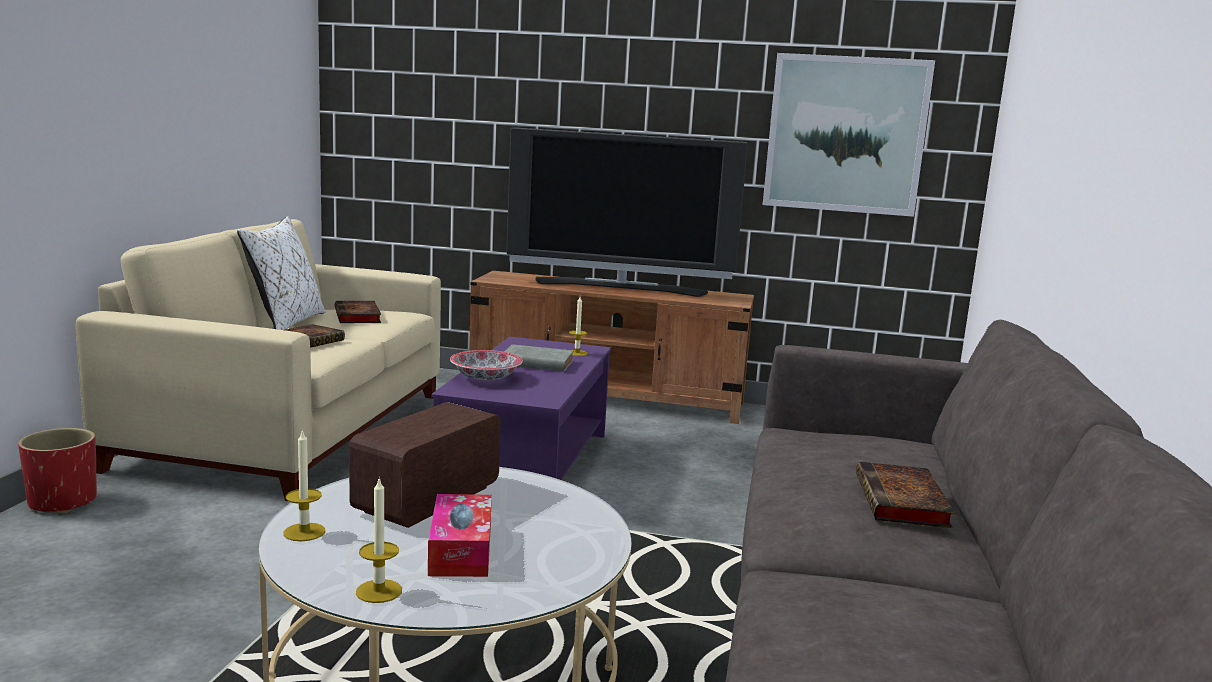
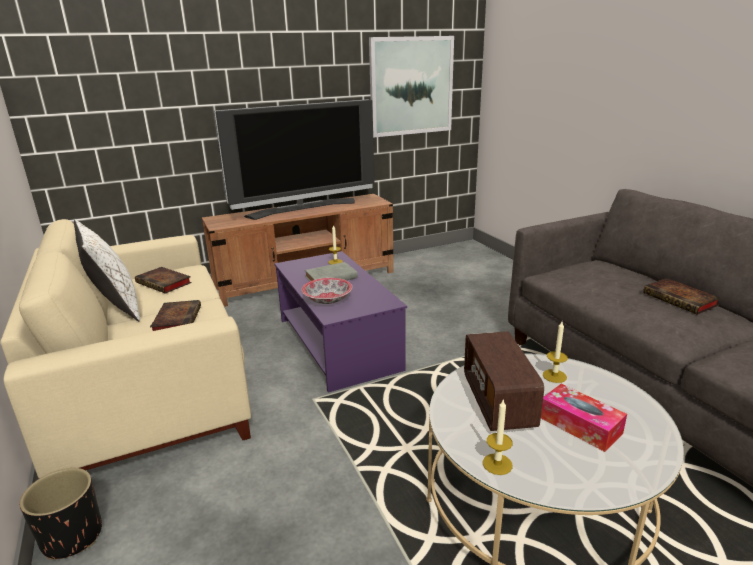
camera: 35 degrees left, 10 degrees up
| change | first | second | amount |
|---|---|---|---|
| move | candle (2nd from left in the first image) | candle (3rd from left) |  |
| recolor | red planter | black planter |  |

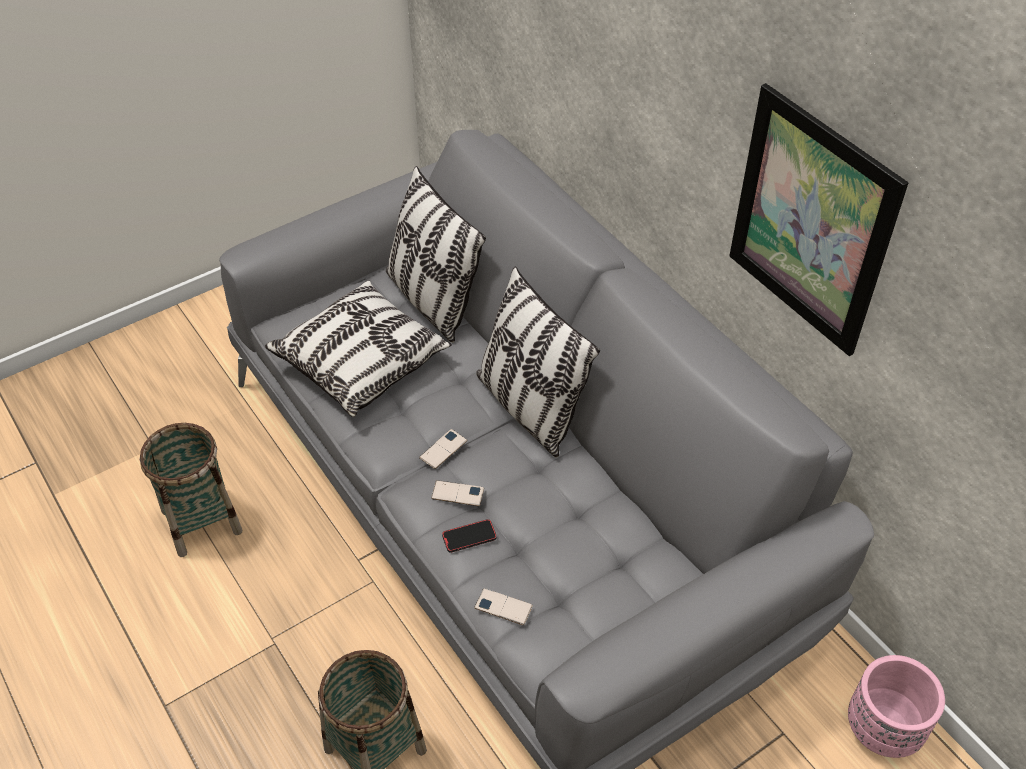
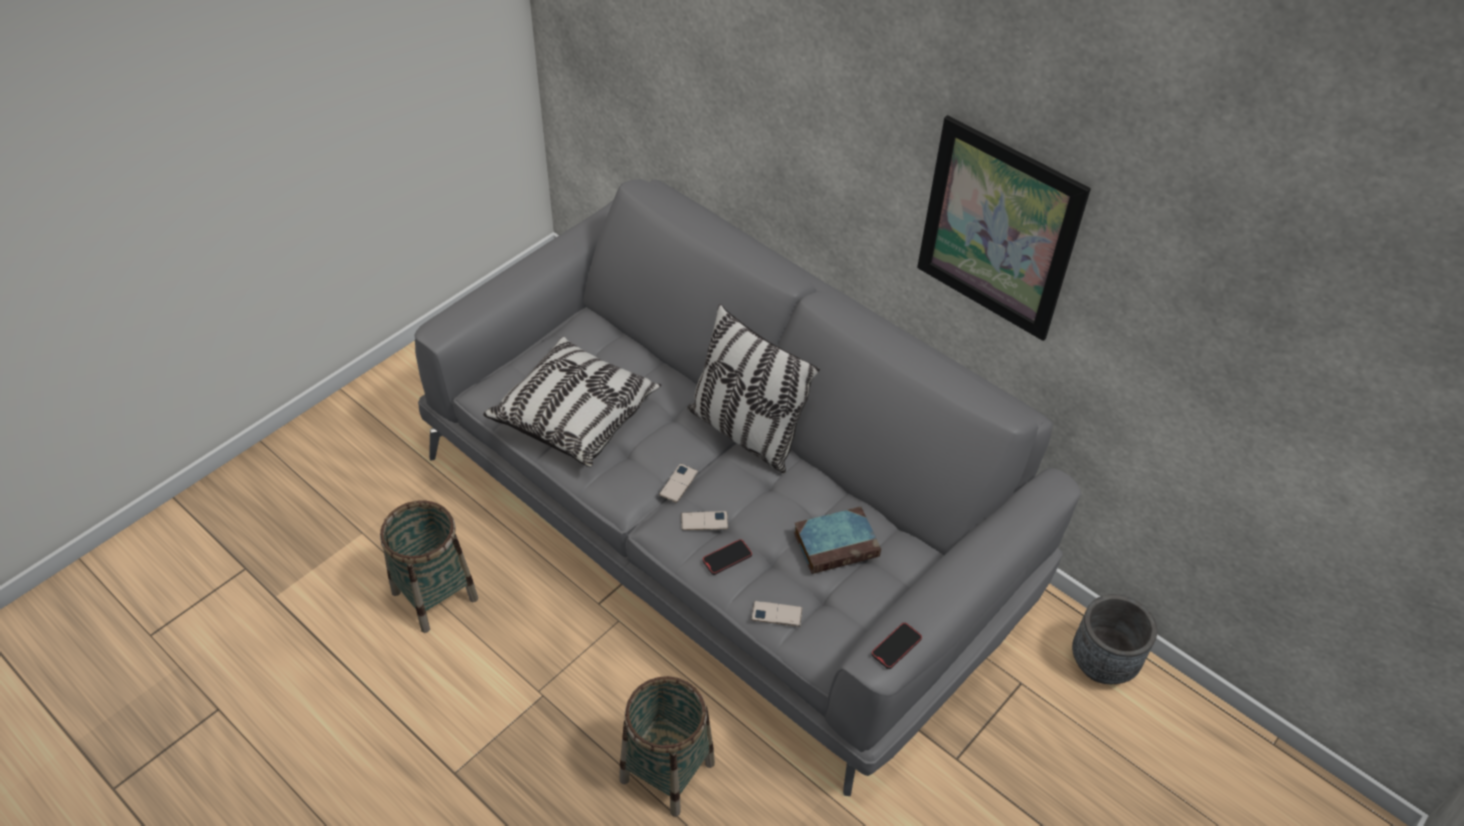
camera: 15 degrees left, 0 degrees up
| change | first | second | amount |
|---|---|---|---|
| delete | pillow (2nd from left) |  |  |
| insert |  | book |  |
| insert |  | phone (5th from left) |  |
| recolor | pink planter | grey planter |  |

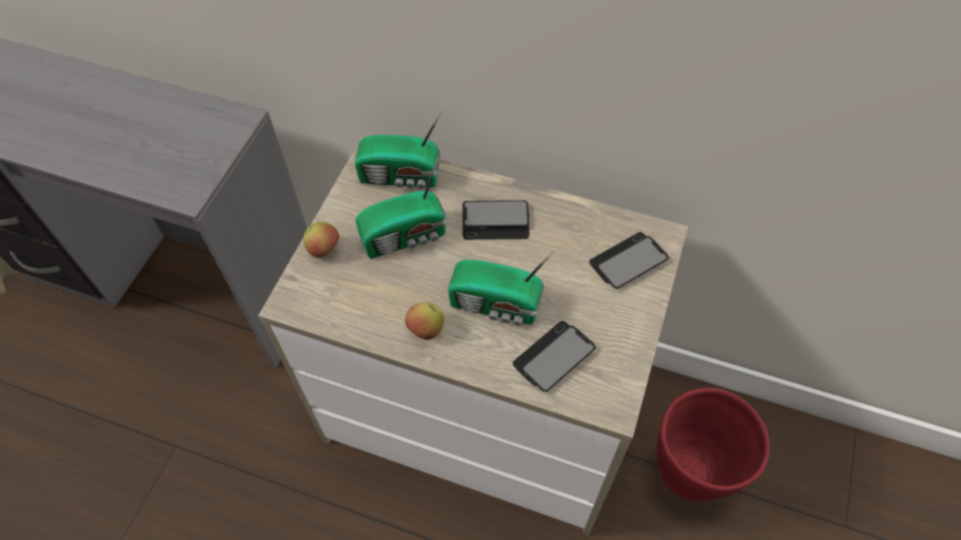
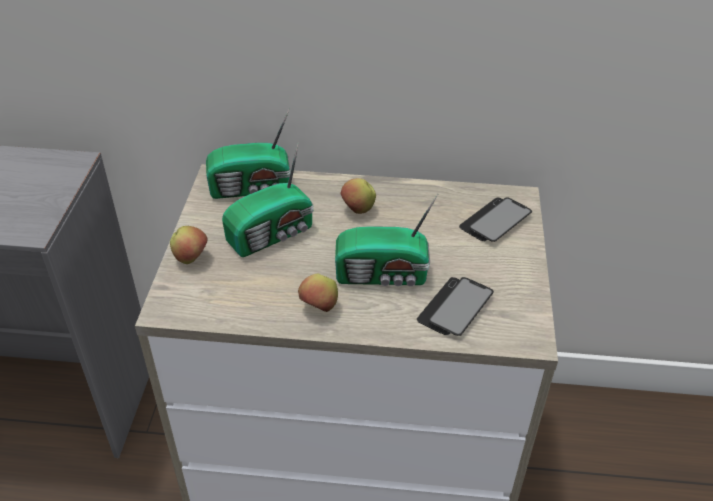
camera: 15 degrees left, 15 degrees down
| change | first | second | amount |
|---|---|---|---|
| delete | red planter |  |  |
| replace | phone (1st from left) | apple (3rd from left) |  |

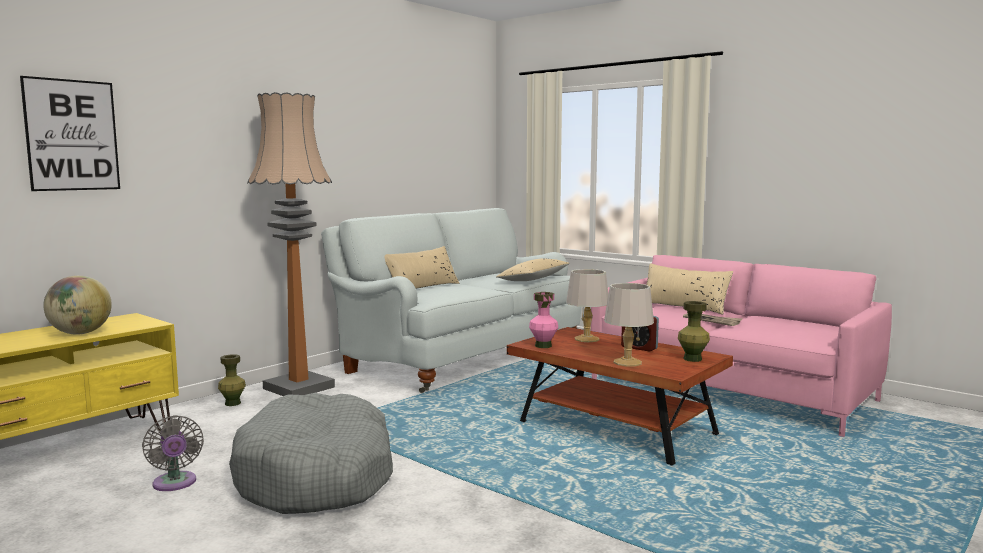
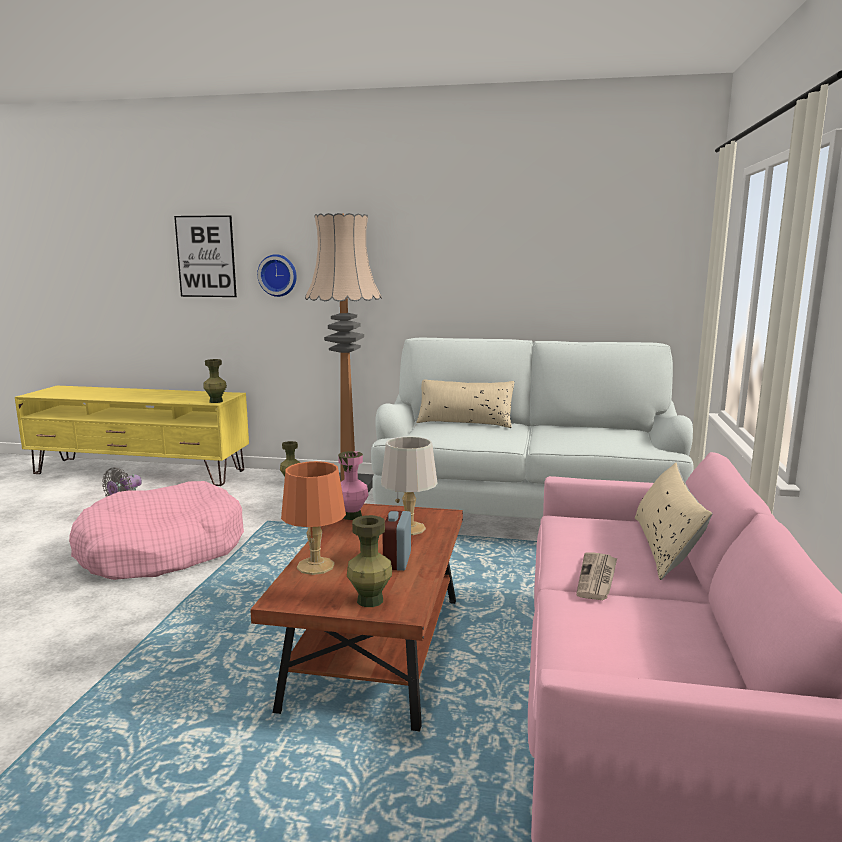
camera: 60 degrees right, 5 degrees up
| change | first | second | amount |
|---|---|---|---|
| delete | globe |  |  |
| delete | beige pillow (2nd from left) |  |  |
| insert |  | green vase (1st from left) |  |
| insert |  | wall clock |  |
| recolor | grey dog bed | pink dog bed |  |
| recolor | grey table lamp (2nd from left) | orange table lamp |  |

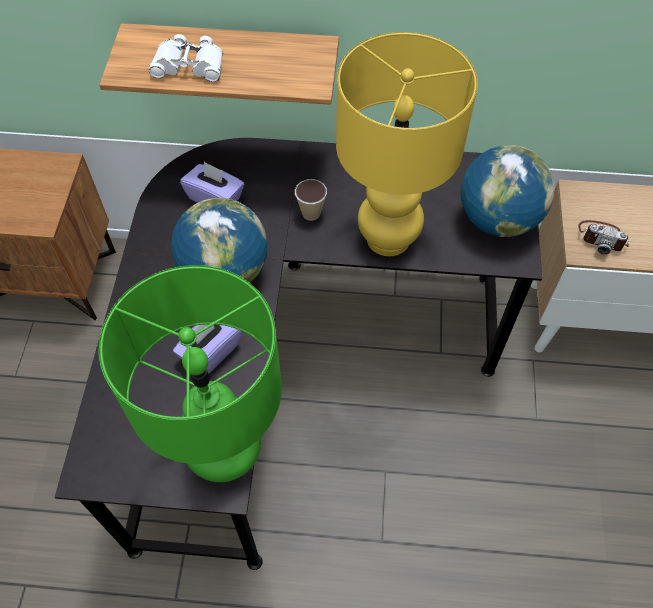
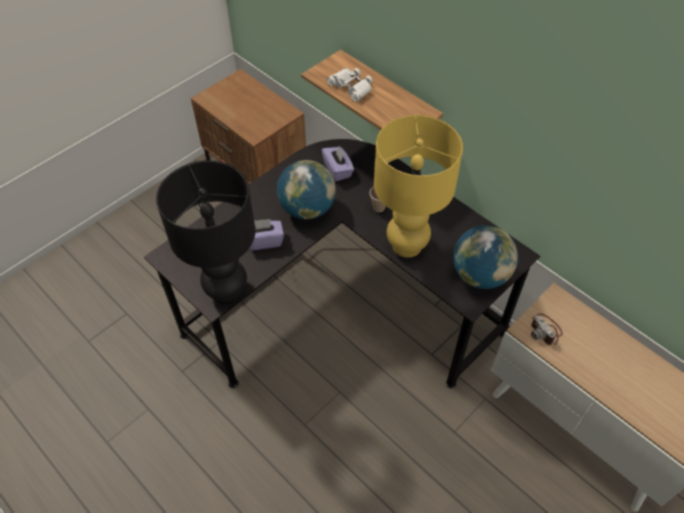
camera: 40 degrees right, 5 degrees down
| change | first | second | amount |
|---|---|---|---|
| recolor | green table lamp | black table lamp |  |

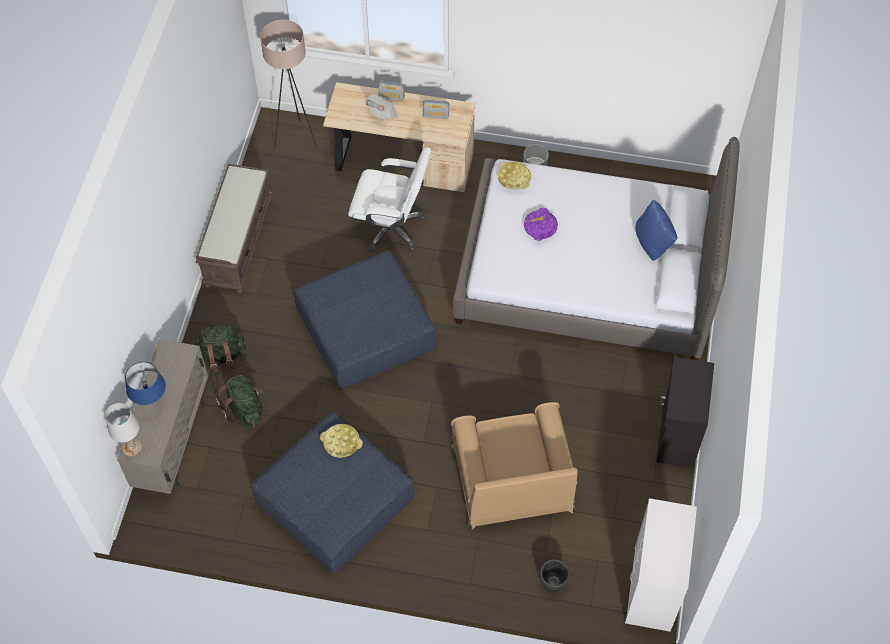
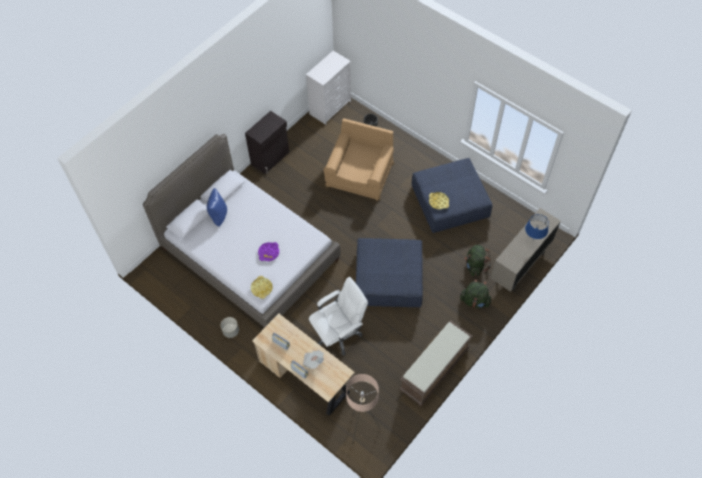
camera: 150 degrees left, 0 degrees up
| change | first | second | amount |
|---|---|---|---|
| delete | white table lamp |  |  |
| rotate | white office chair |  | 105 degrees clockwise |

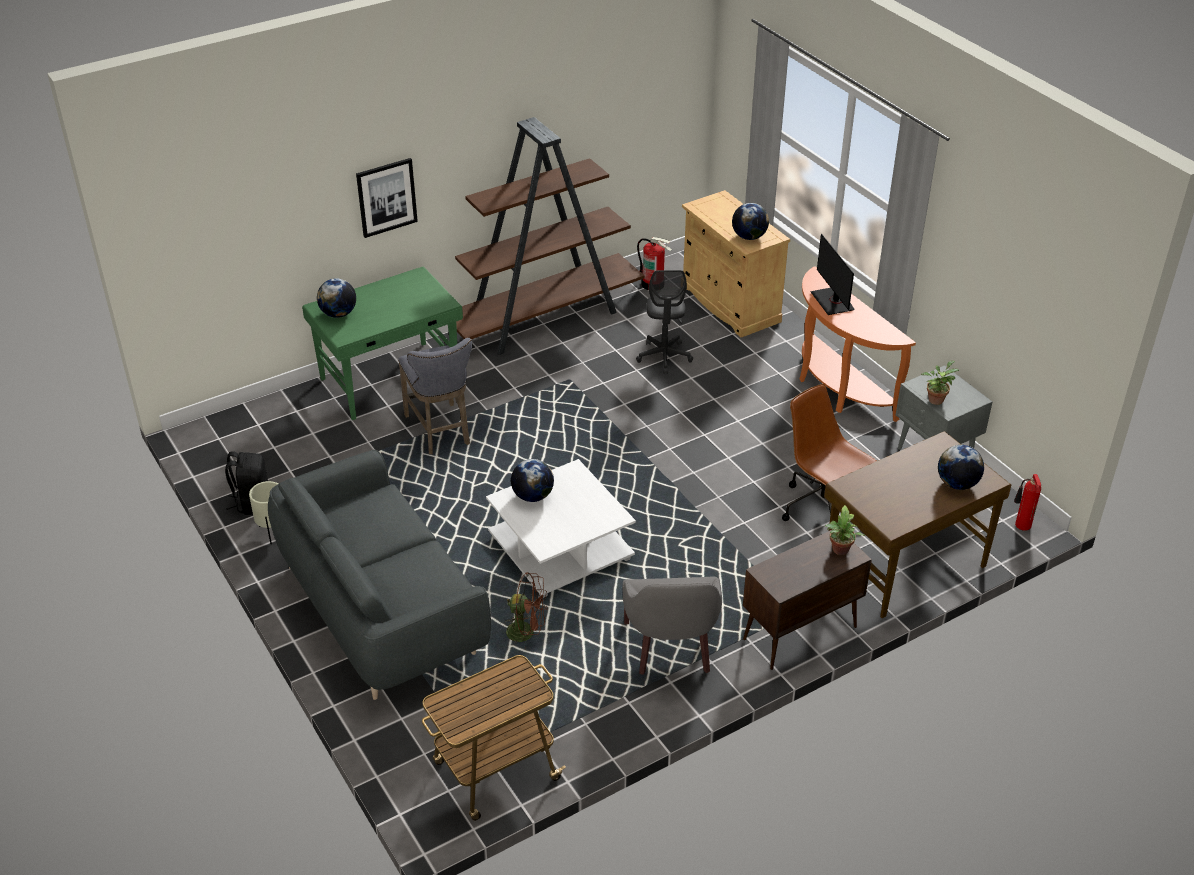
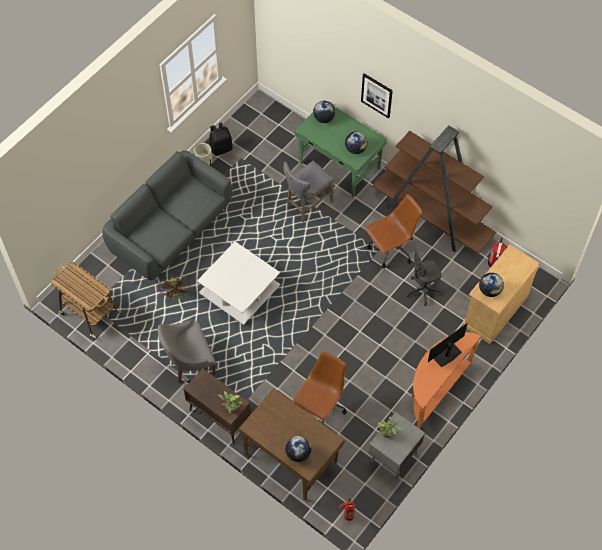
camera: 70 degrees right, 20 degrees up
| change | first | second | amount |
|---|---|---|---|
| insert |  | brown office chair (2nd from left) |  |
| move | globe (2nd from left in the first image) | globe (3rd from left) |  |

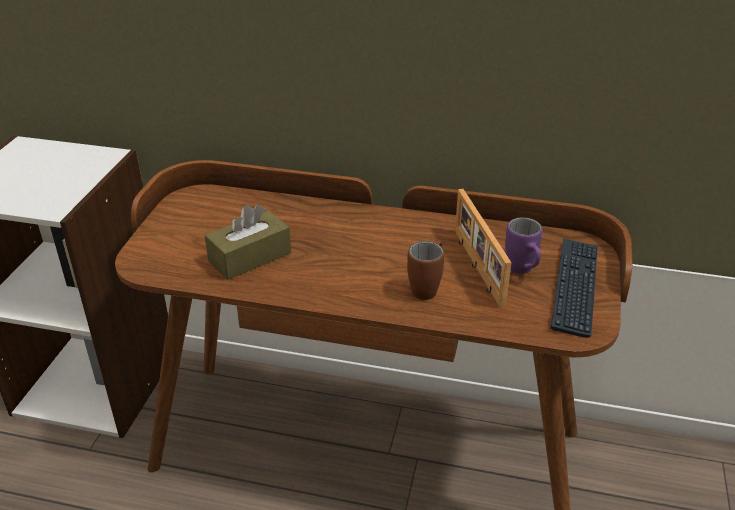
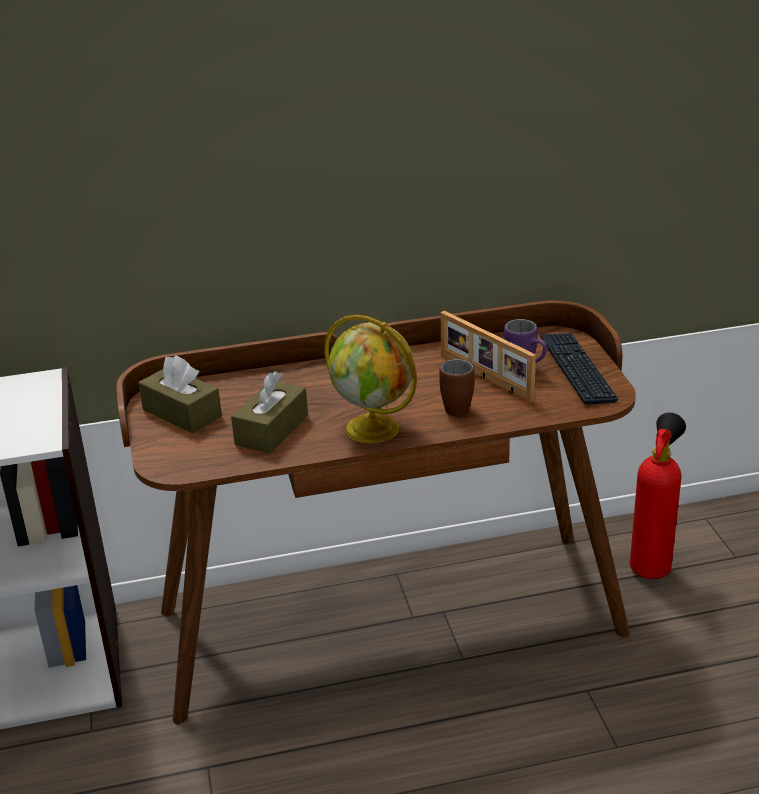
camera: 25 degrees left, 5 degrees down
| change | first | second | amount |
|---|---|---|---|
| insert |  | brown tissue box (1st from left) |  |
| insert |  | globe |  |
| insert |  | fire extinguisher |  |

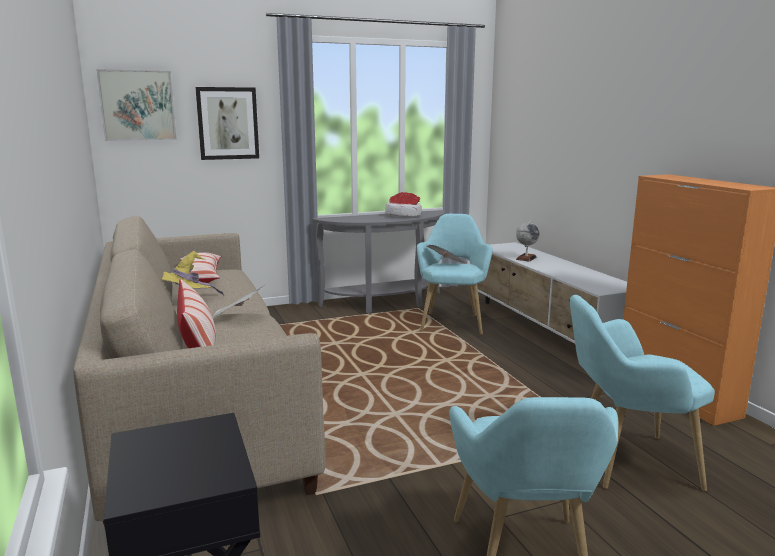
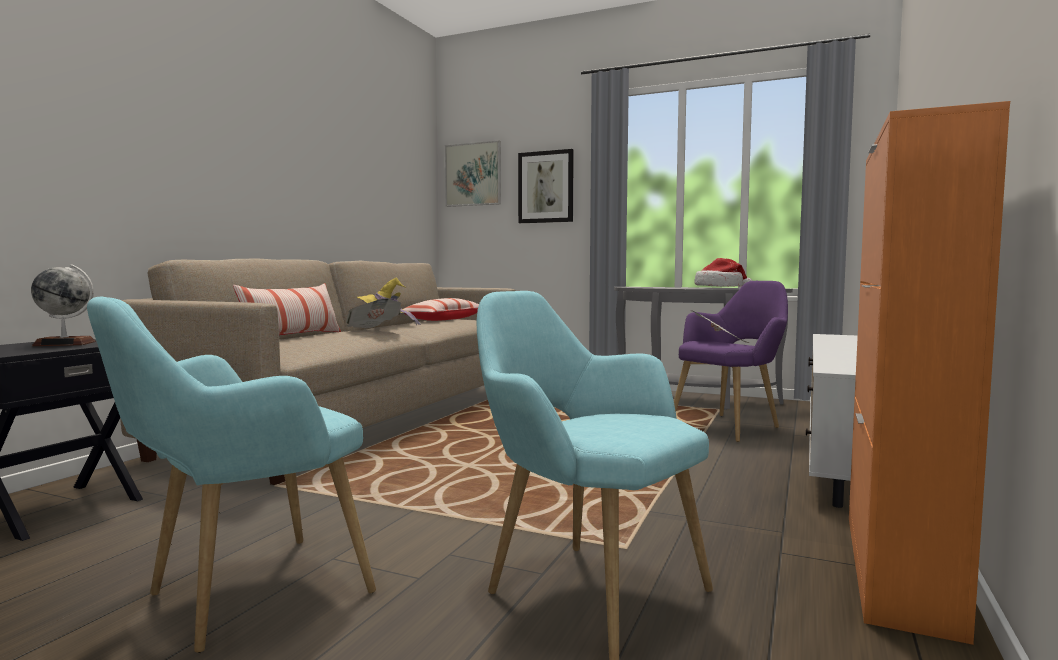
camera: 45 degrees right, 10 degrees down
| change | first | second | amount |
|---|---|---|---|
| move | globe |  |  |
| recolor | turquoise armchair (1st from left) | purple armchair |  |

